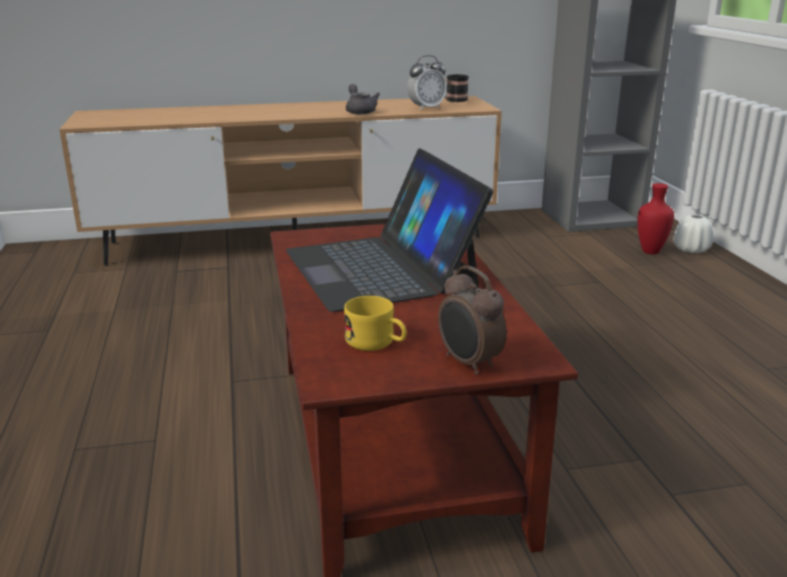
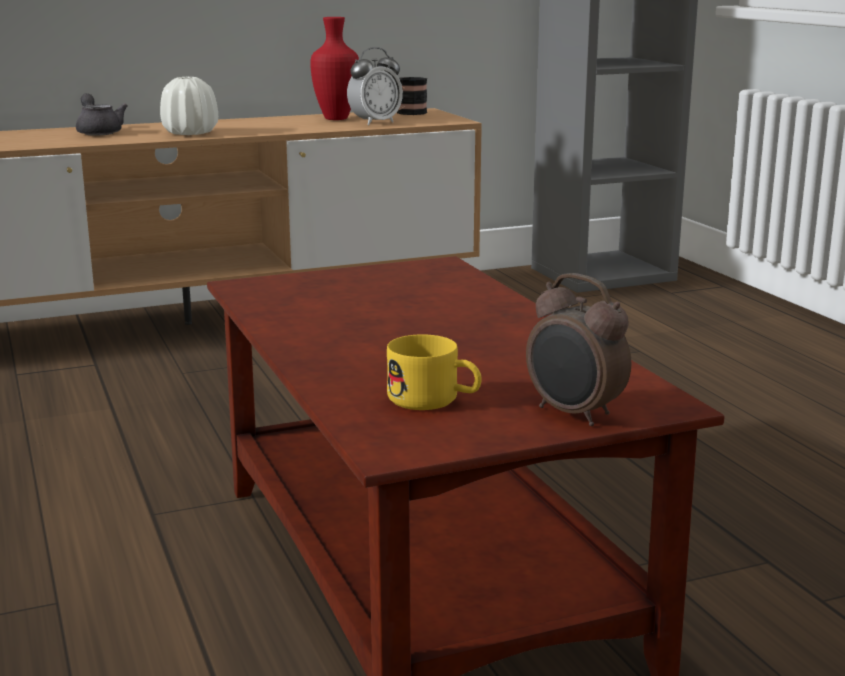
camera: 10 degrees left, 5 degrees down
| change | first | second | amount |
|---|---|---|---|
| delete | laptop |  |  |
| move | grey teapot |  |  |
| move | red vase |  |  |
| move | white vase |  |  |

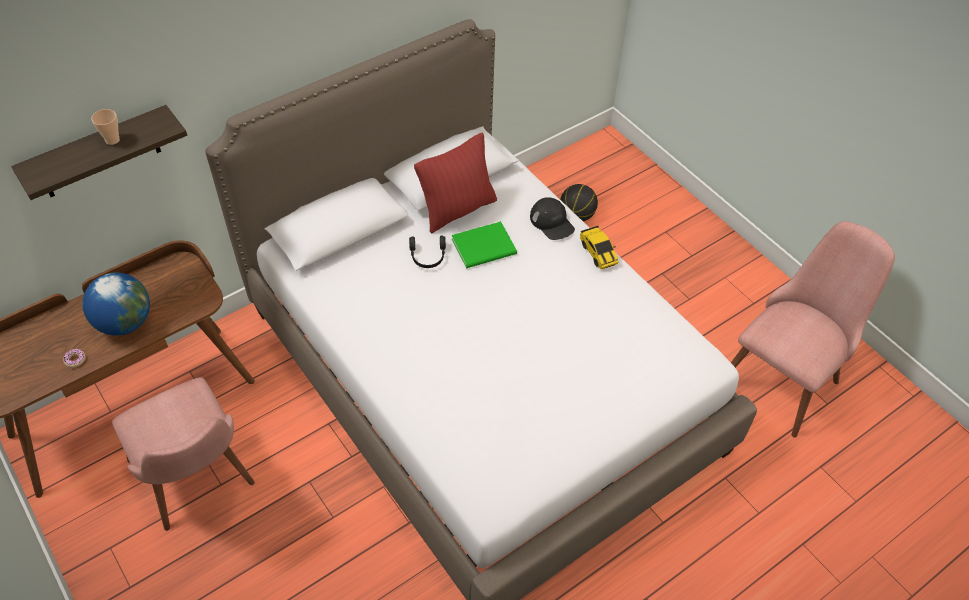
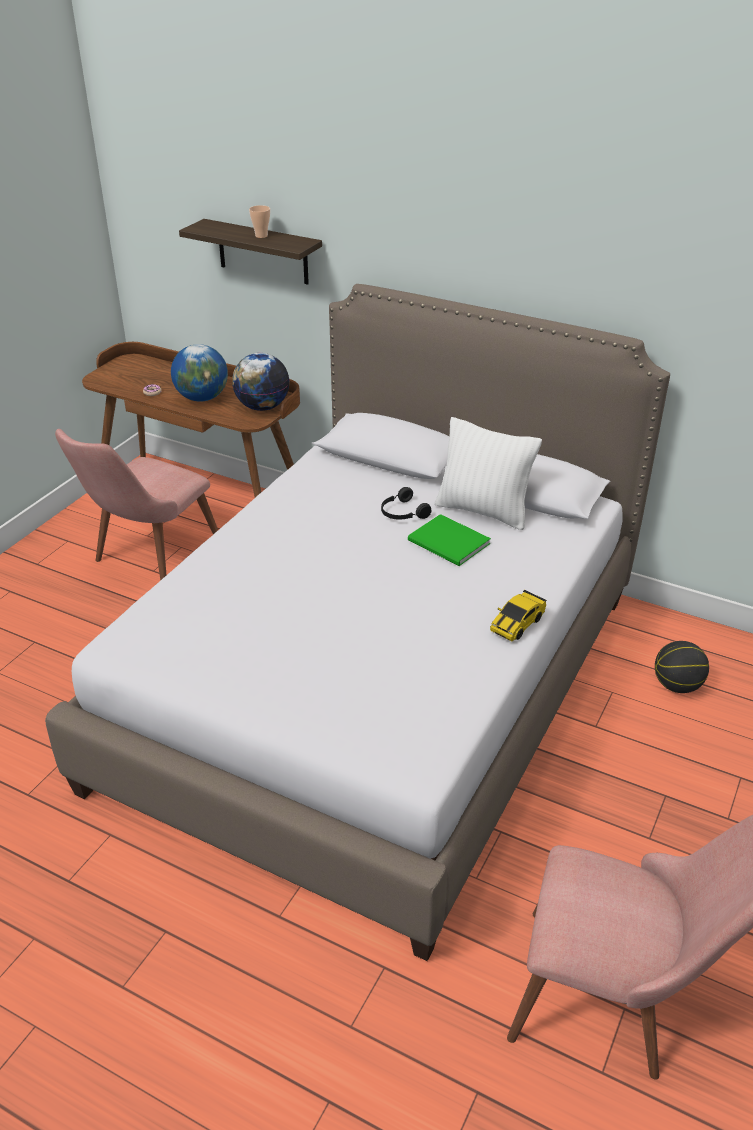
camera: 65 degrees right, 15 degrees down
| change | first | second | amount |
|---|---|---|---|
| delete | black cap |  |  |
| insert |  | globe (2nd from left) |  |
| recolor | red pillow | white pillow |  |

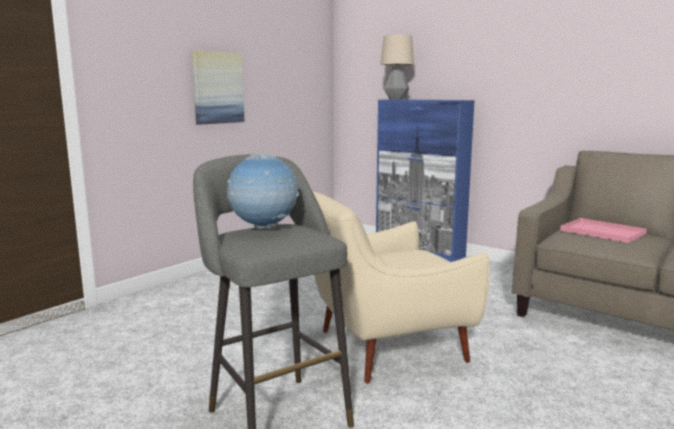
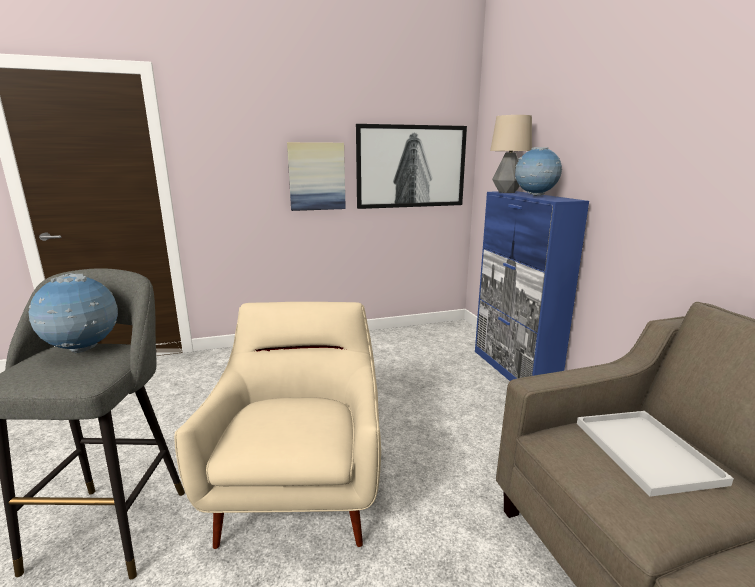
camera: 35 degrees right, 5 degrees up
| change | first | second | amount |
|---|---|---|---|
| insert |  | picture (2nd from left) |  |
| insert |  | globe (2nd from left) |  |
| recolor | pink tray | white tray |  |
| rotate | beige armchair |  | 75 degrees clockwise |

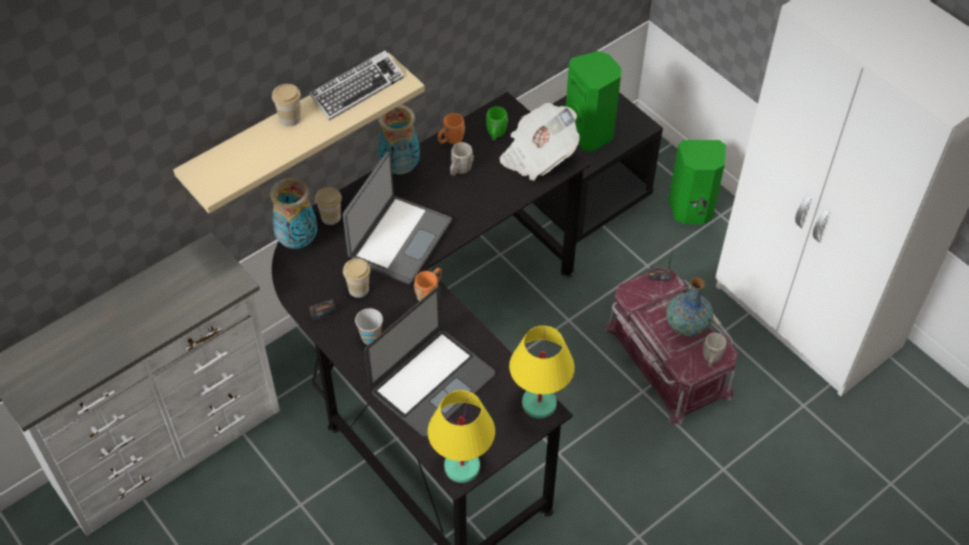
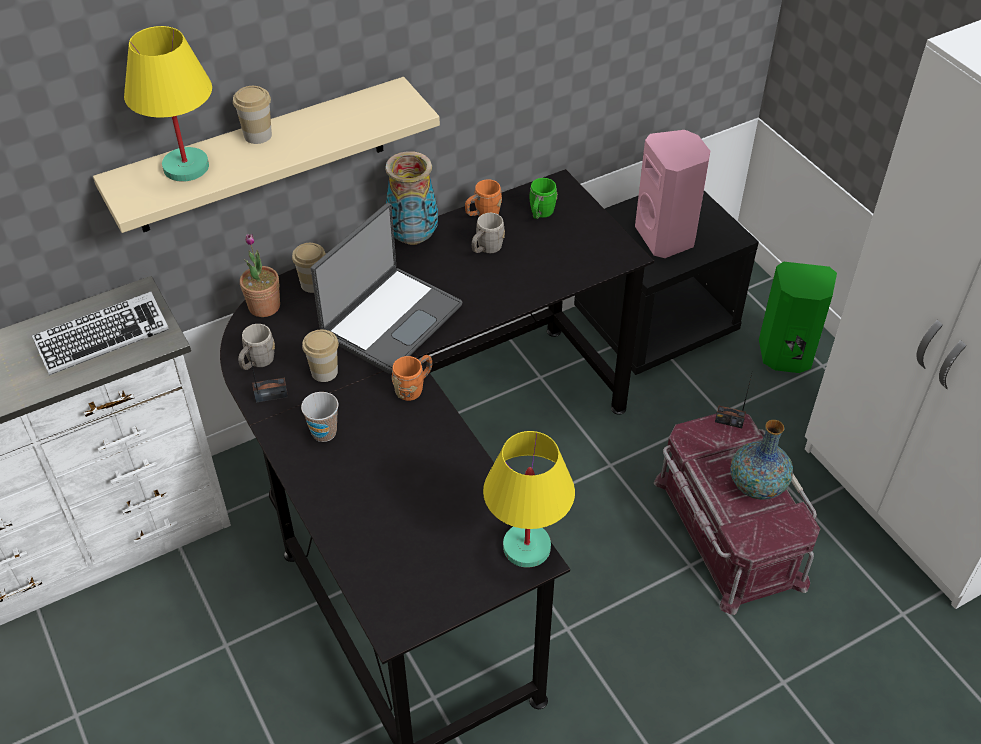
camera: 10 degrees right, 5 degrees down
| change | first | second | amount |
|---|---|---|---|
| delete | laptop (2nd from left) |  |  |
| delete | newspaper |  |  |
| move | keyboard |  |  |
| move | yellow table lamp (1st from left) |  |  |
| move | grey mug (2nd from left in the first image) | grey mug (1st from left) |  |
| replace | vase (1st from left) | potted plant |  |
| recolor | green speaker (1st from left) | pink speaker |  |

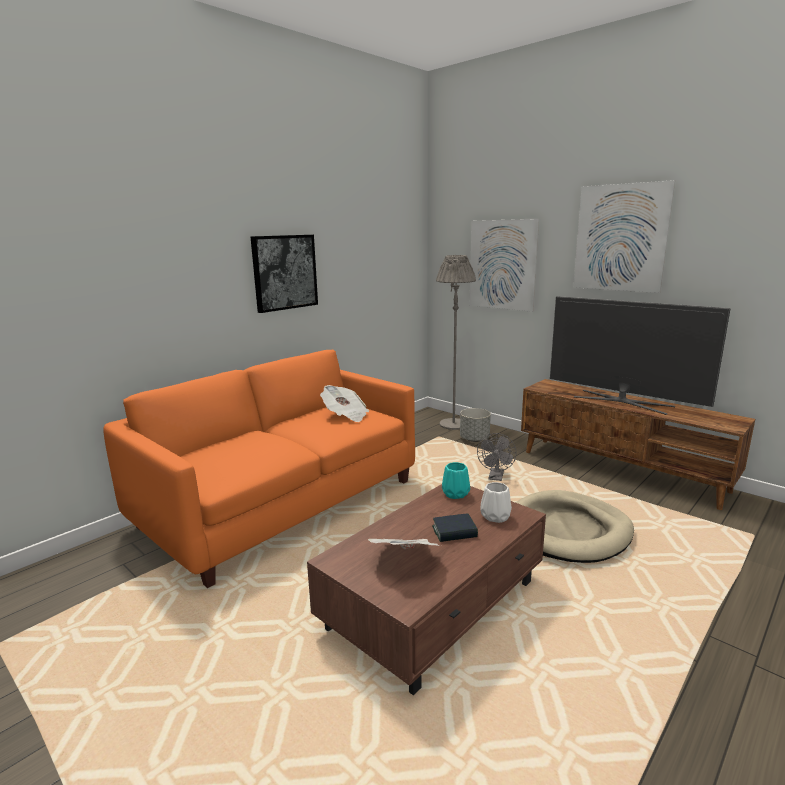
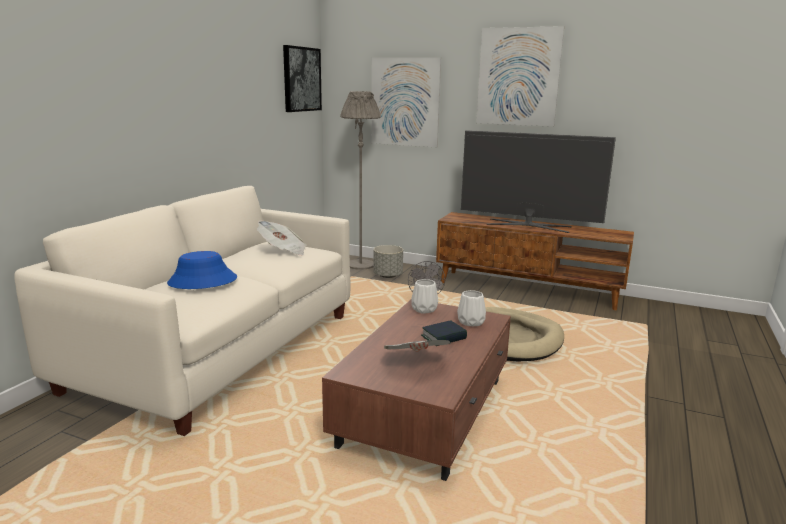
camera: 20 degrees left, 0 degrees up
| change | first | second | amount |
|---|---|---|---|
| insert |  | blue hat |  |
| move | picture (1st from left) |  |  |
| recolor | orange sofa | white sofa |  |
| recolor | turquoise vase | white vase (1st from left) |  |

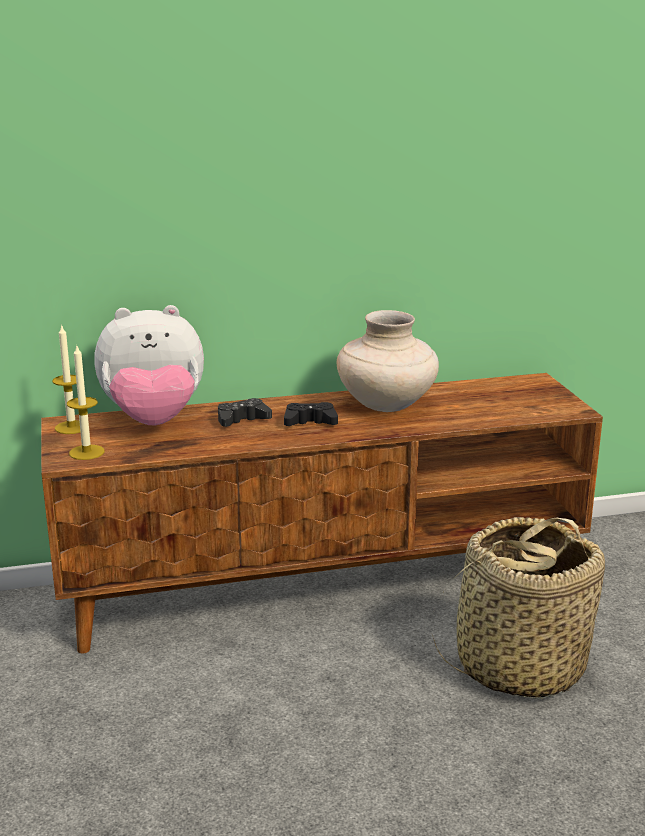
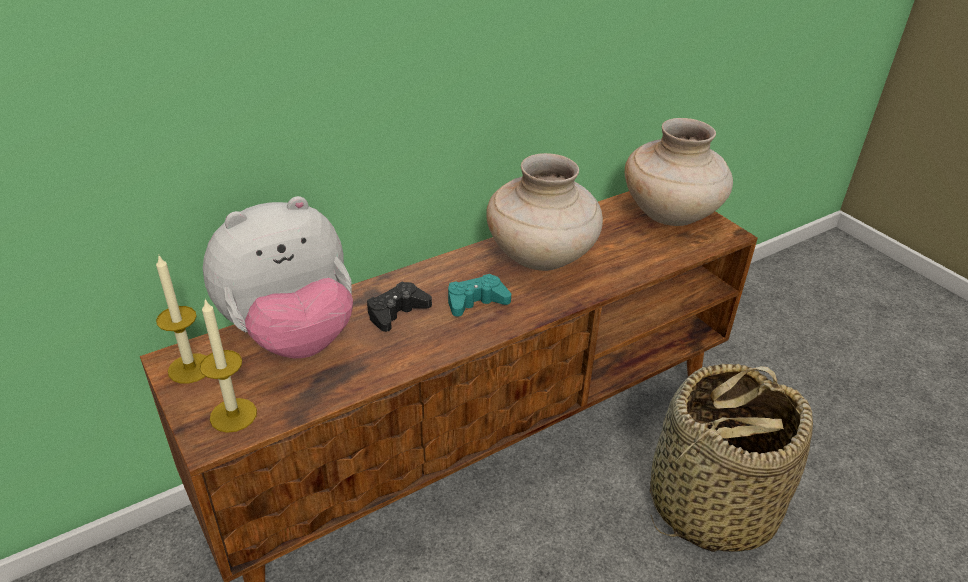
camera: 20 degrees left, 15 degrees up
| change | first | second | amount |
|---|---|---|---|
| insert |  | beige vase (2nd from left) |  |
| recolor | black game controller (2nd from left) | turquoise game controller |  |

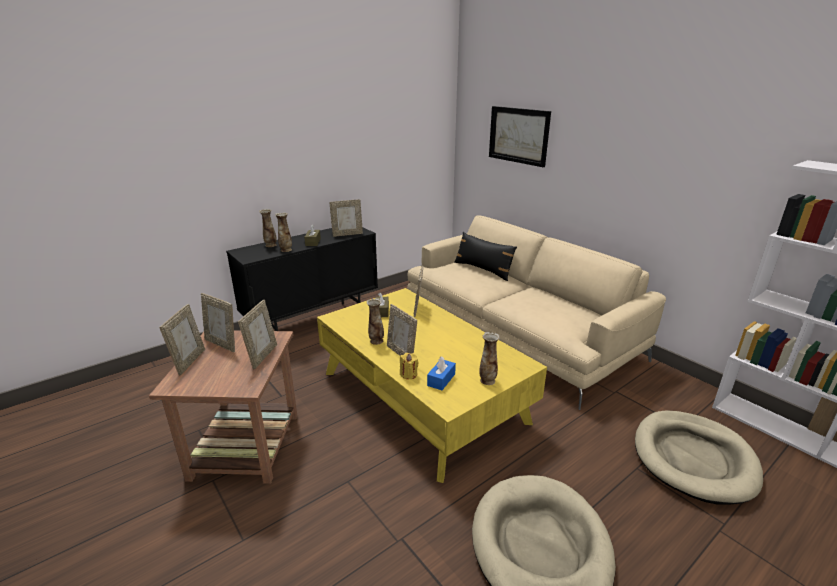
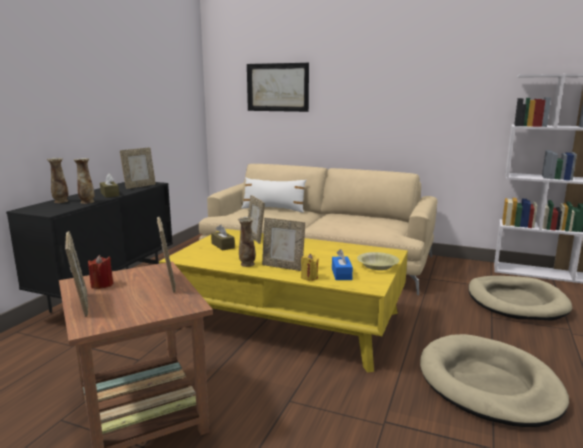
camera: 30 degrees left, 10 degrees down
| change | first | second | amount |
|---|---|---|---|
| replace | picture frame (2nd from left) | red candle |  |
| replace | vase (4th from left) | yellow bowl |  |
| recolor | black pillow | white pillow |  |

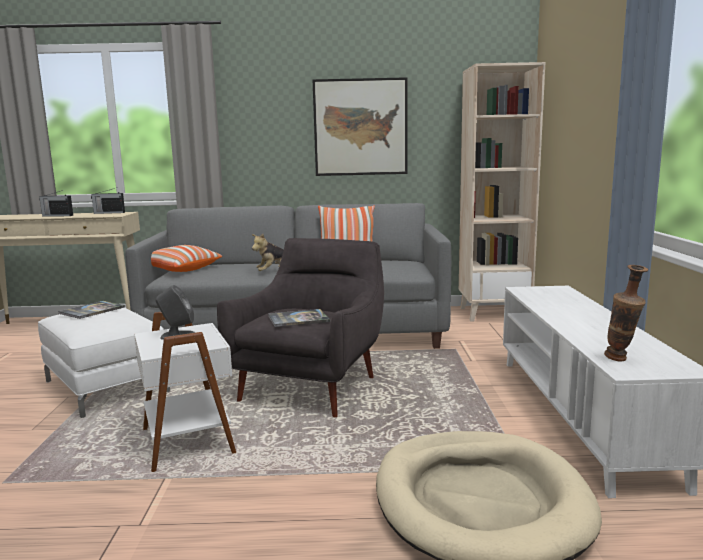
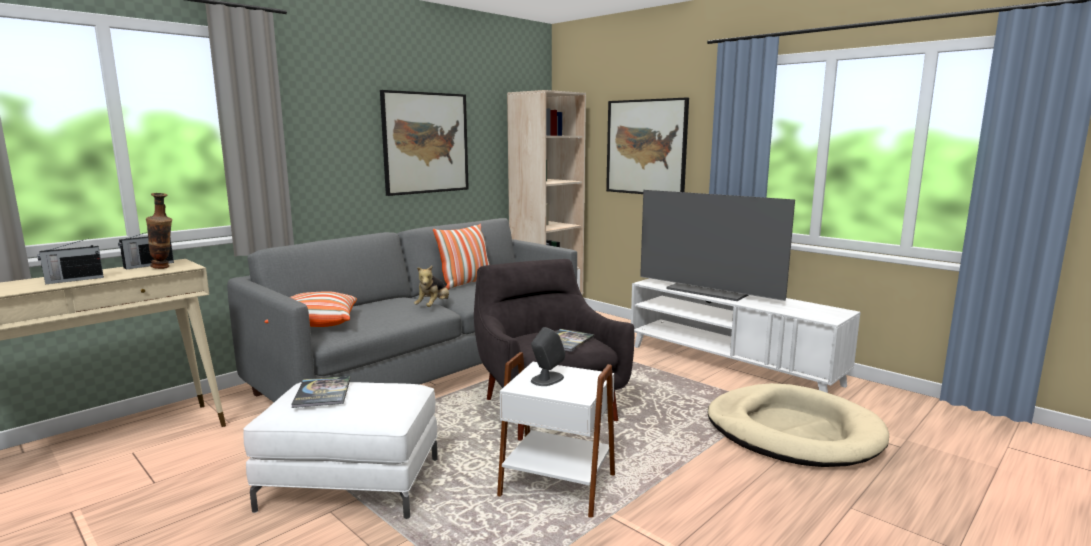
camera: 45 degrees left, 0 degrees up
| change | first | second | amount |
|---|---|---|---|
| insert |  | picture (2nd from left) |  |
| insert |  | television |  |
| move | vase |  |  |

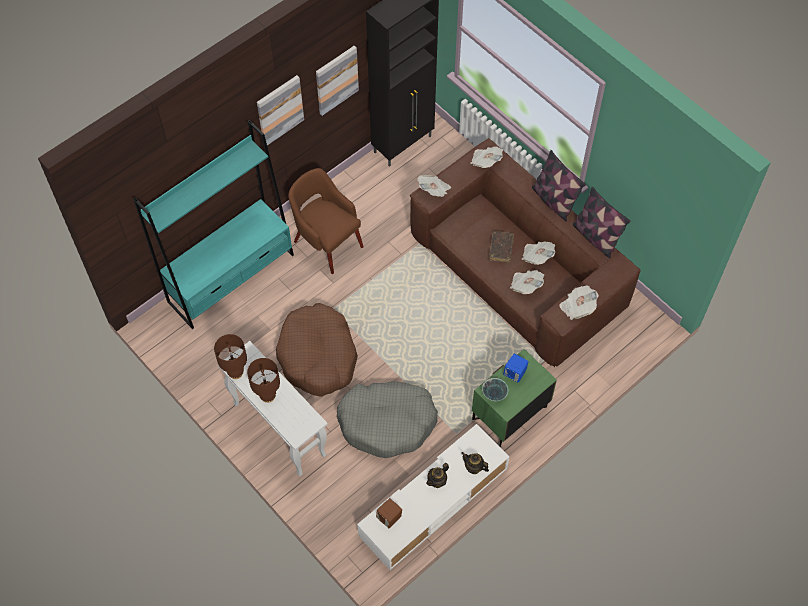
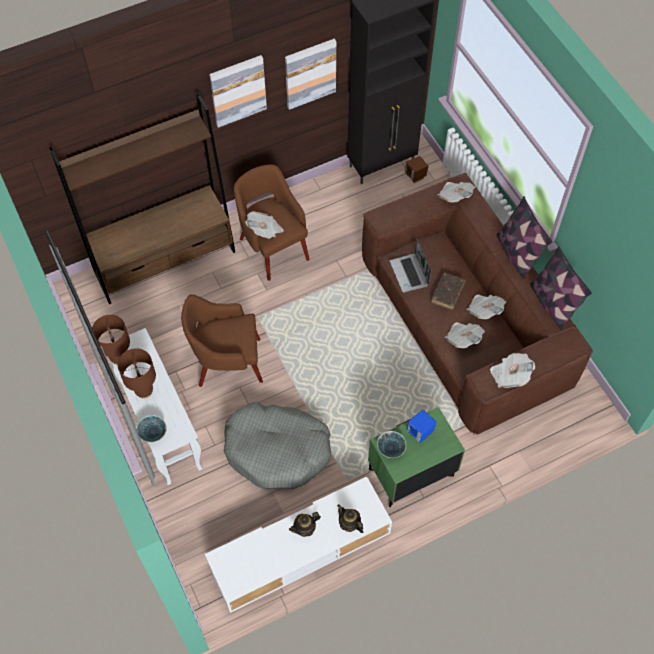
camera: 15 degrees right, 0 degrees up
| change | first | second | amount |
|---|---|---|---|
| insert |  | bowl (1st from left) |  |
| insert |  | laptop |  |
| move | brown speaker |  |  |
| move | newspaper (1st from left) |  |  |
| replace | brown dog bed | brown armchair (1st from left) |  |
| recolor | turquoise bookcase | brown bookcase |  |

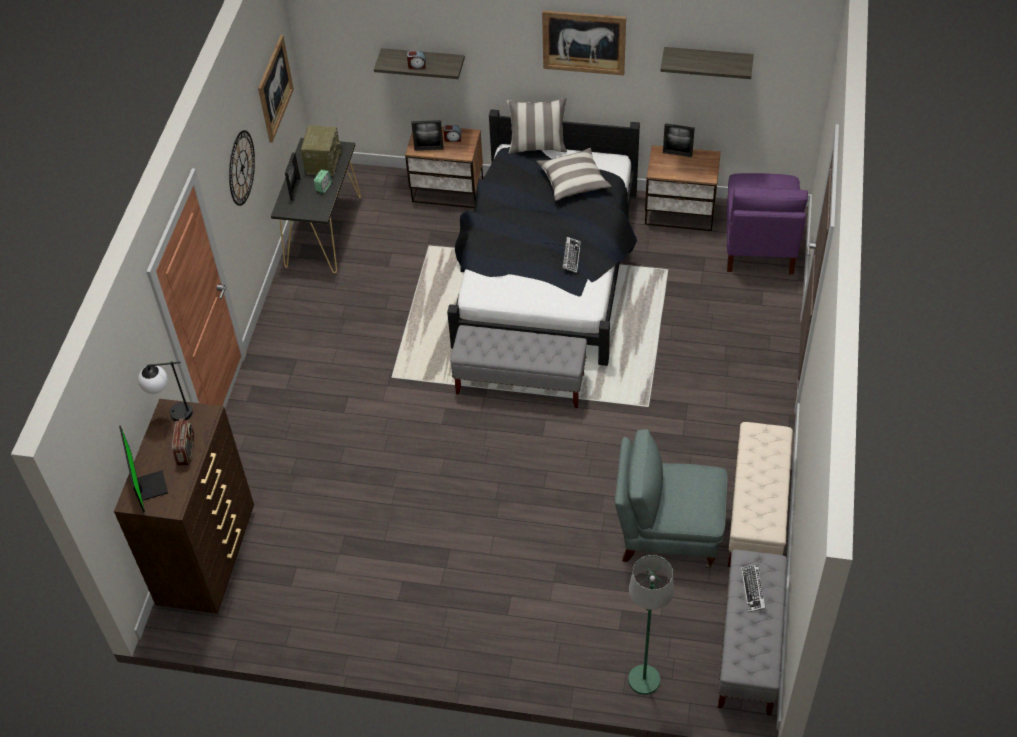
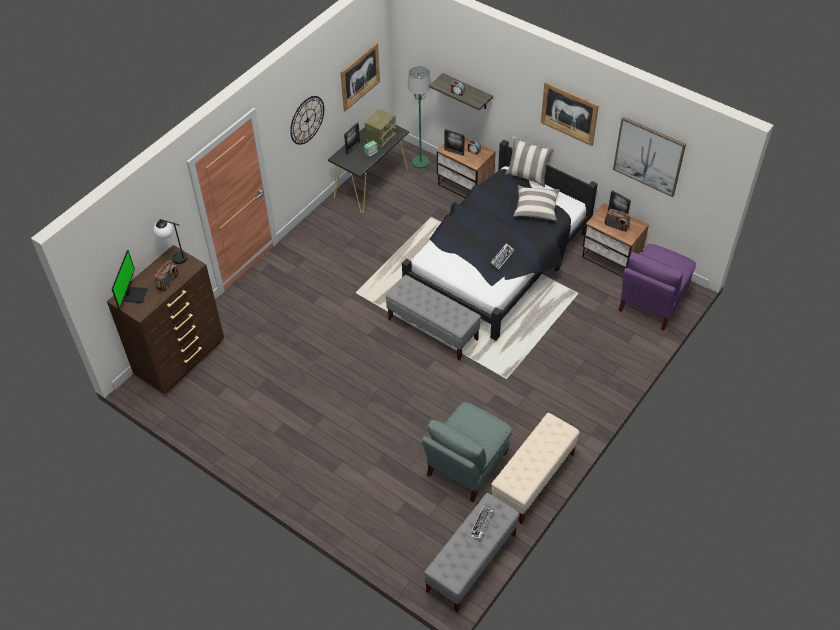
camera: 25 degrees right, 0 degrees up
| change | first | second | amount |
|---|---|---|---|
| insert |  | radio (3rd from left) |  |
| move | green floor lamp |  |  |
| replace | shelf (2nd from left) | picture (3rd from left) |  |
| rotate | grey armchair |  | 90 degrees counterclockwise |

